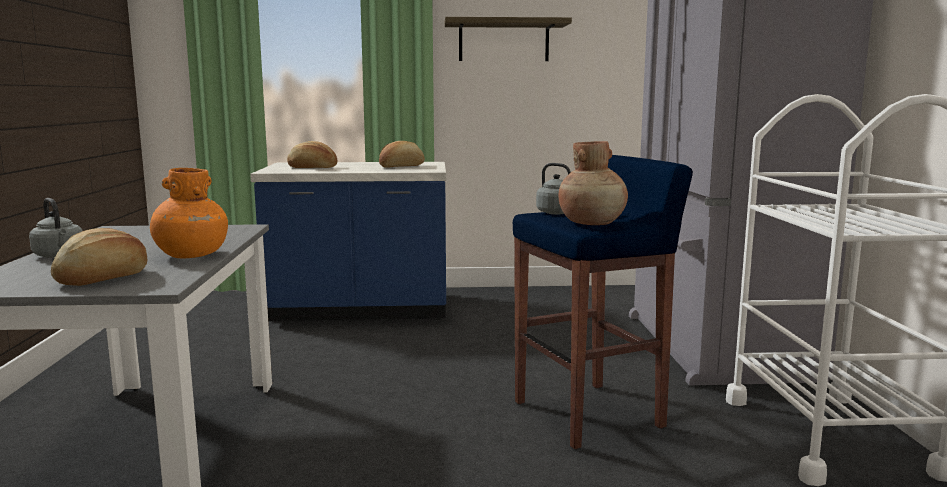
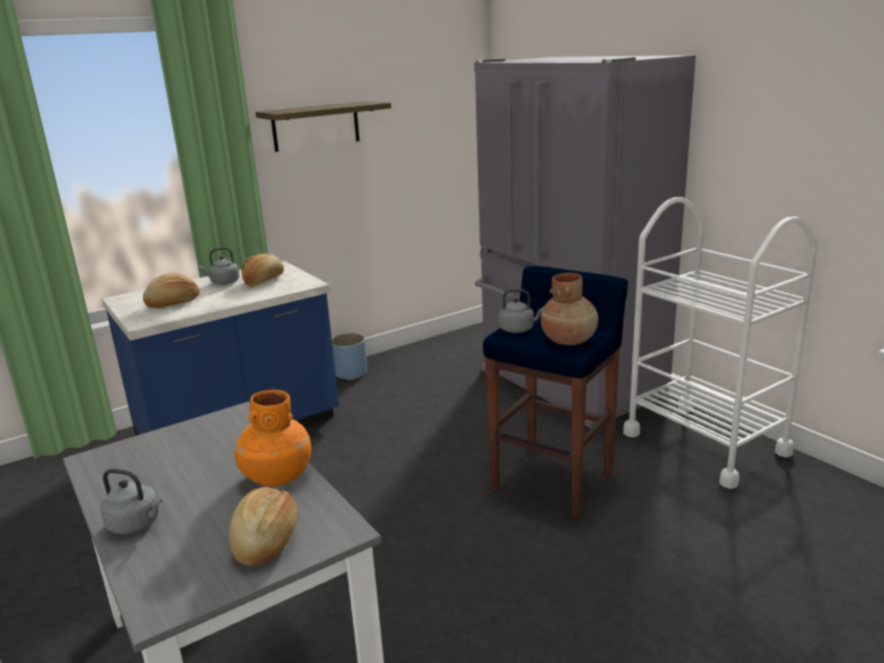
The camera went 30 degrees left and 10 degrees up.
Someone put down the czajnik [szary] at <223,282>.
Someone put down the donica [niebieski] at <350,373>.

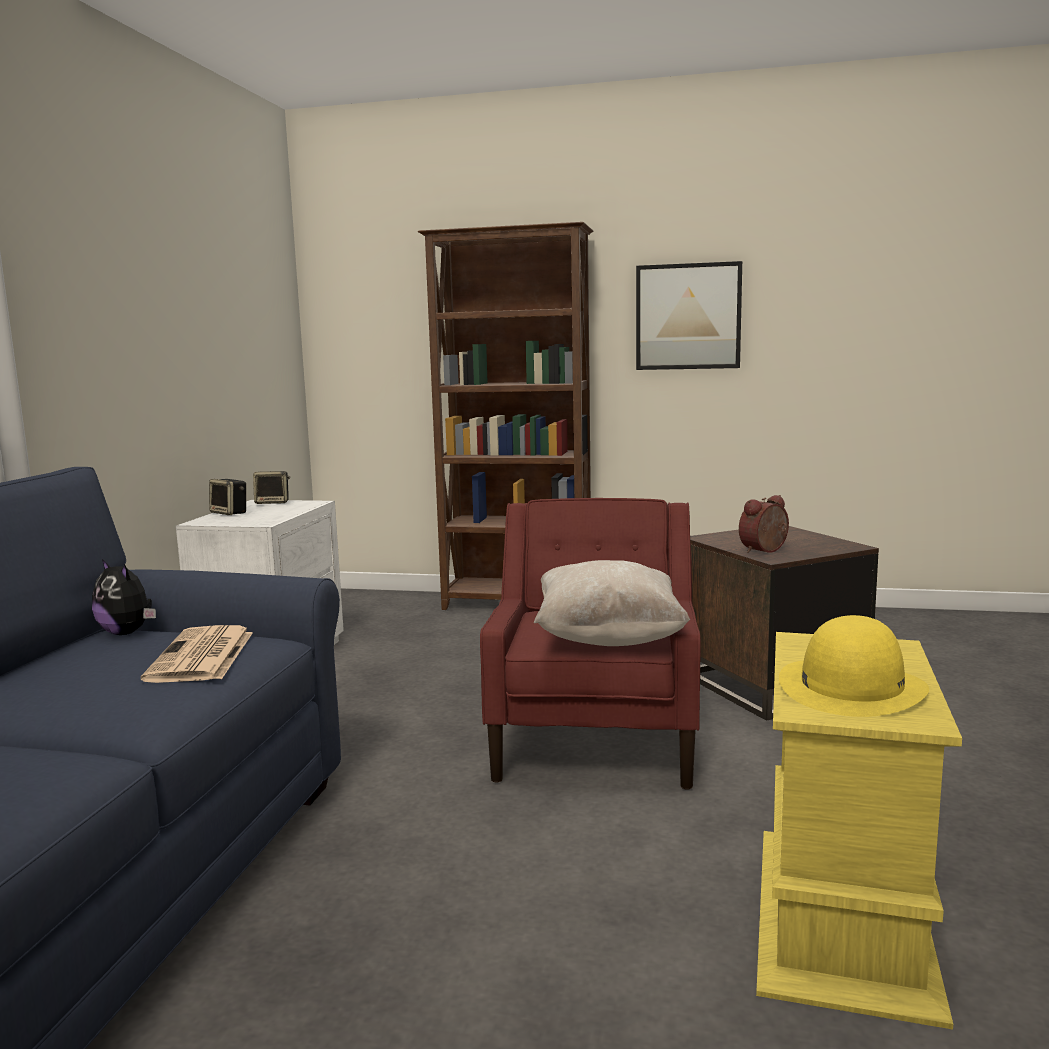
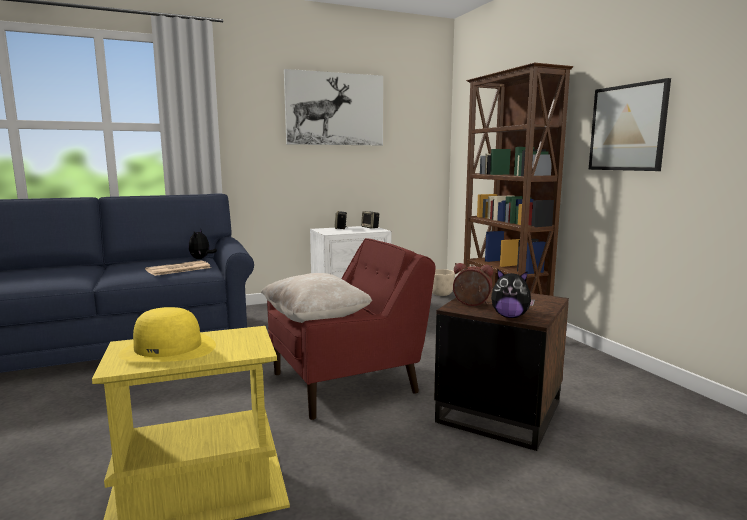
The camera went 55 degrees right and 0 degrees up.
Someone put up the obraz at <335,109>.
Someone put down the donica [beżowy] at <441,294>.
Someone put down the pluszak at <510,316>.

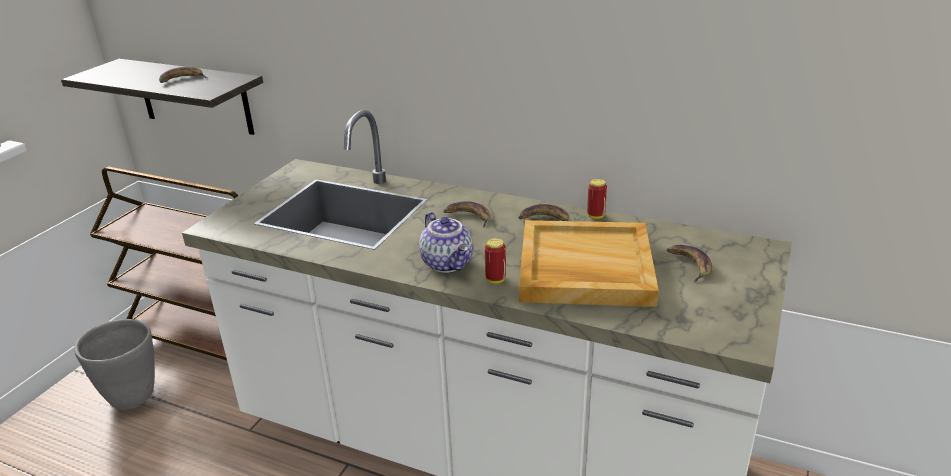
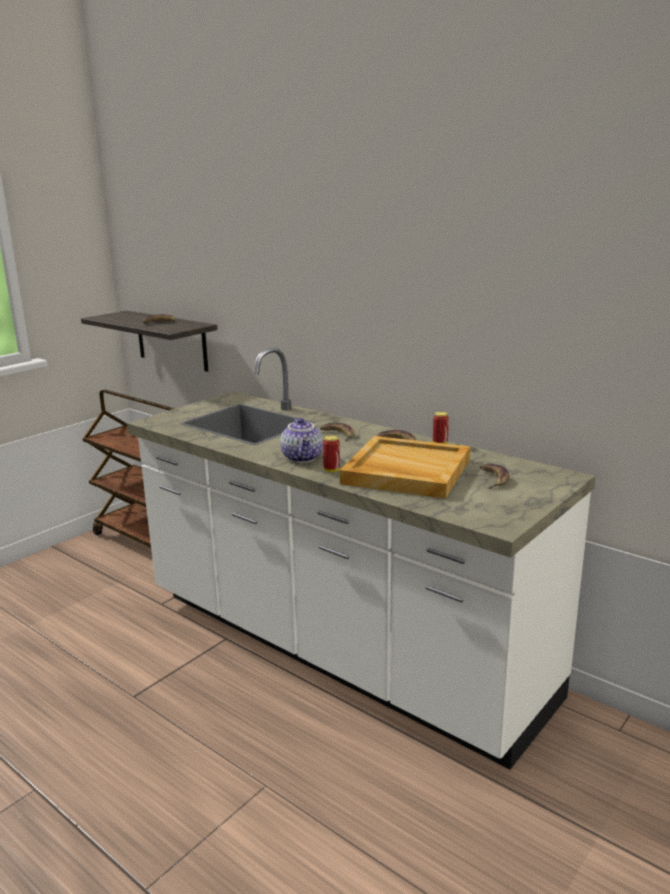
The camera went 15 degrees right and 10 degrees down.
Someone took away the donica [szary] at <132,396>.

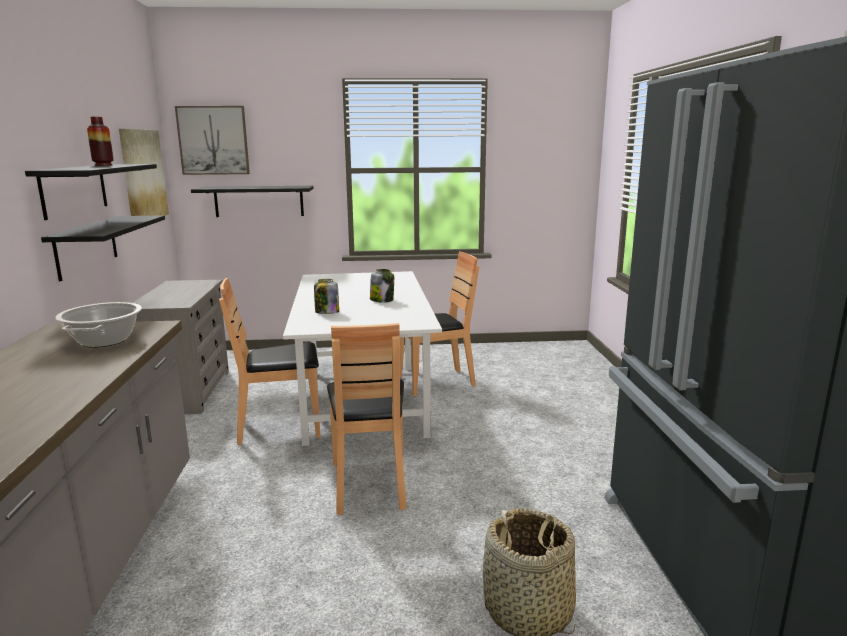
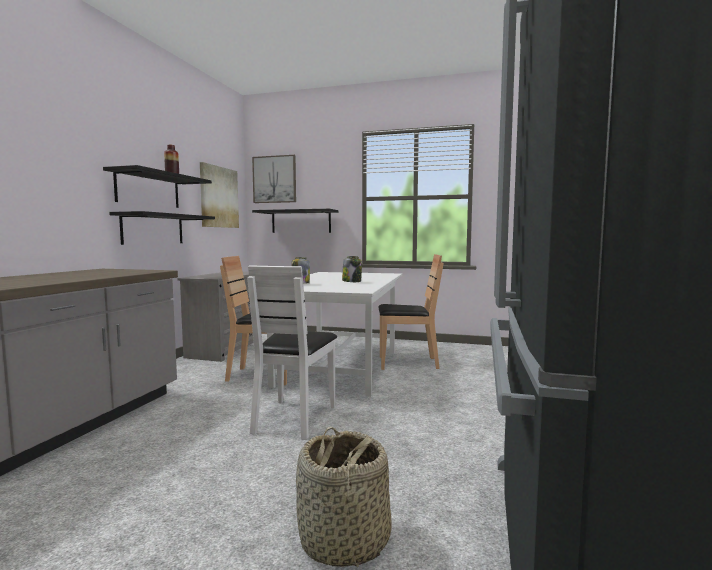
The camera went 20 degrees right and 10 degrees down.
Someone repainted the krzesło [brązowy] at <369,484>, which became the krzesło [biały] at <294,418>.
Someone took away the garnek at <104,341>.

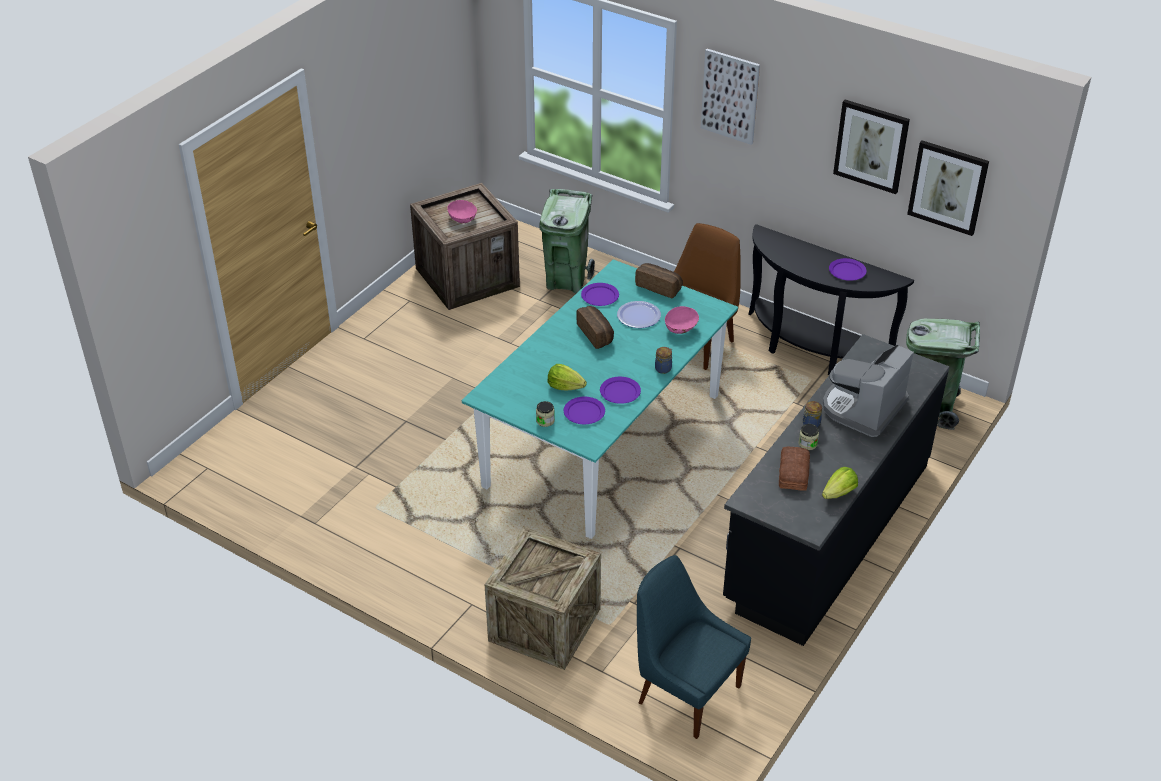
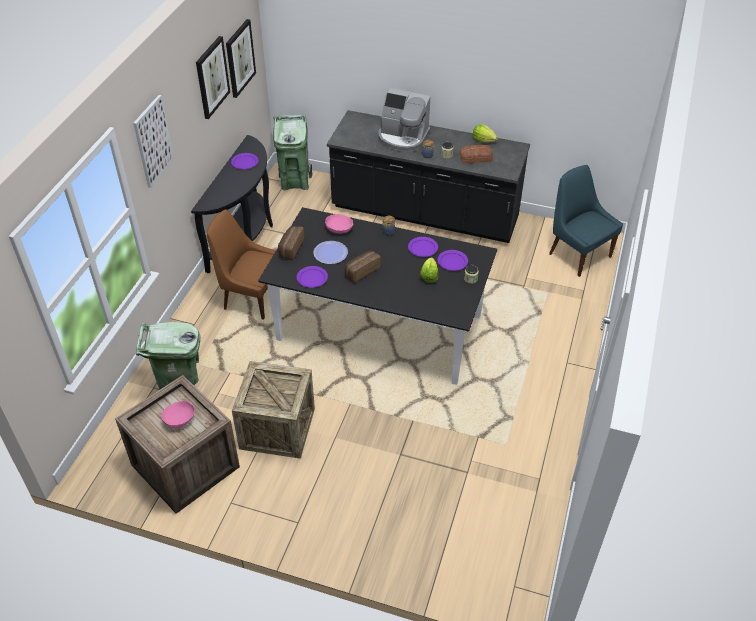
The camera went 105 degrees left and 5 degrees up.
Someone carried the skrzynka from <544,625> to <277,428>.
Someone repainted the stół jadalny [turkusowy] at <603,439>, which became the stół jadalny [czarny] at <379,328>.
Someone rotated the krzesło [niebieski] at <685,692> by 120 degrees clockwise.

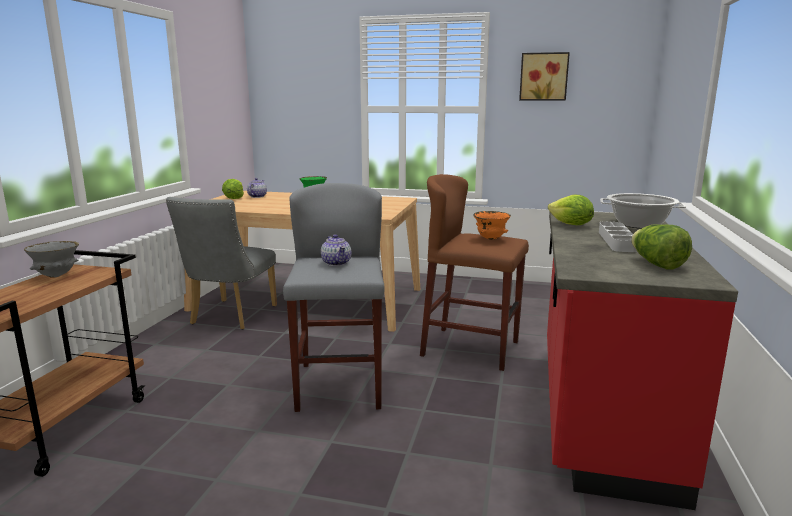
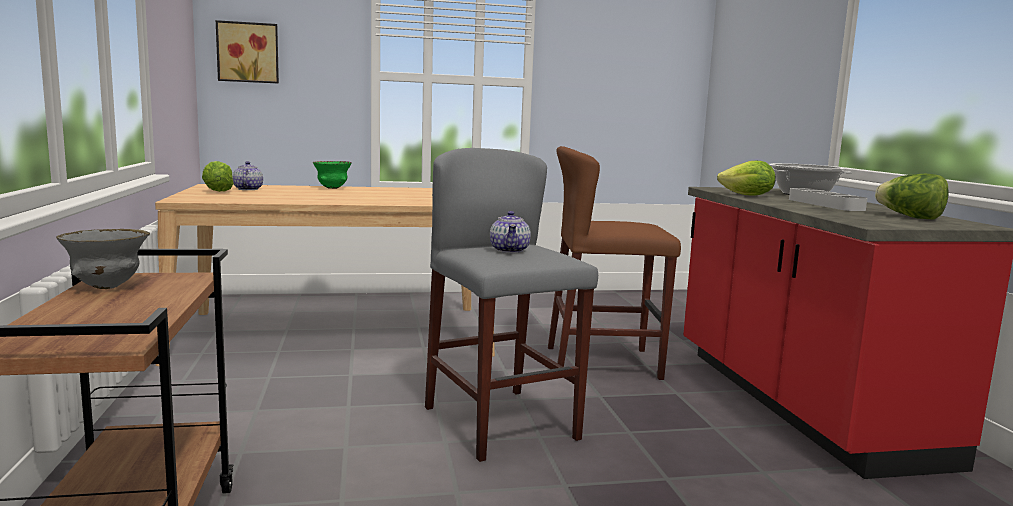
The camera went 25 degrees left and 5 degrees down.
Someone carried the obraz from <543,76> to <248,52>.
Someone rotated the imbryk at <336,263> by 45 degrees clockwise.
Someone took away the krzesło [szary] at <230,317>.
Someone took away the miska [pomarańczowy] at <490,239>.

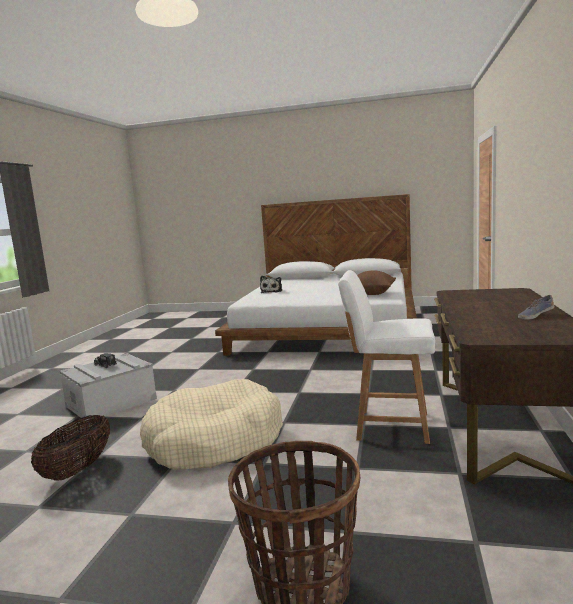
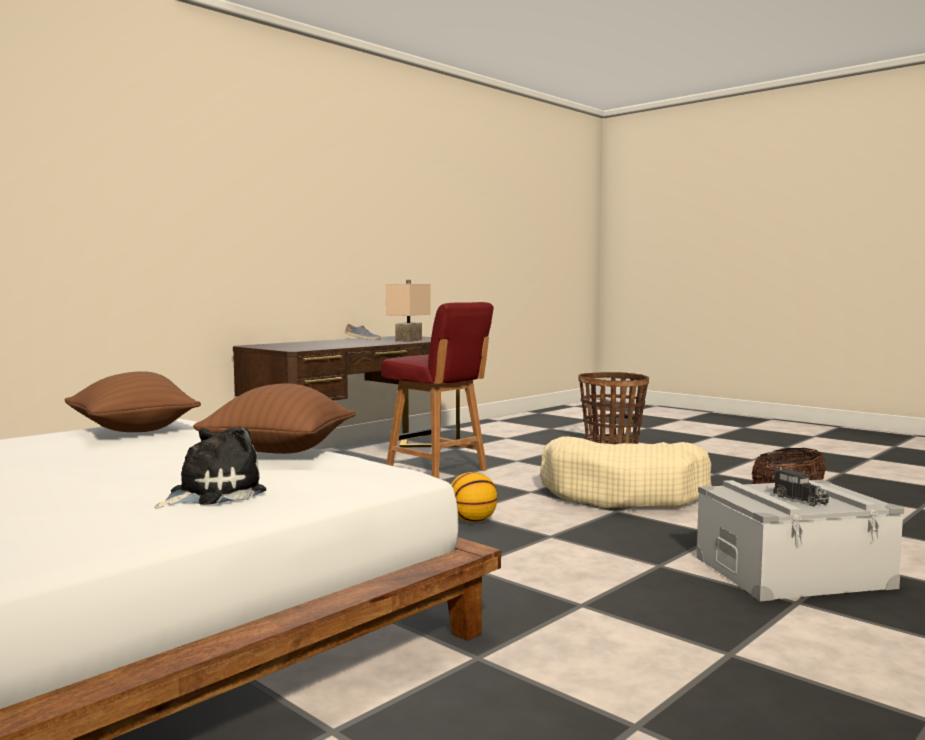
The camera went 150 degrees left and 5 degrees down.
Someone put down the poduszka [brązowy] at <279,453>.
Someone repainted the krzesło [biały] at <390,426>, which became the krzesło [czerwony] at <438,470>.
Someone put down the lampa stołowa [beżowy] at <409,340>.
Someone put down the piłka do koszykówki at <472,521>.

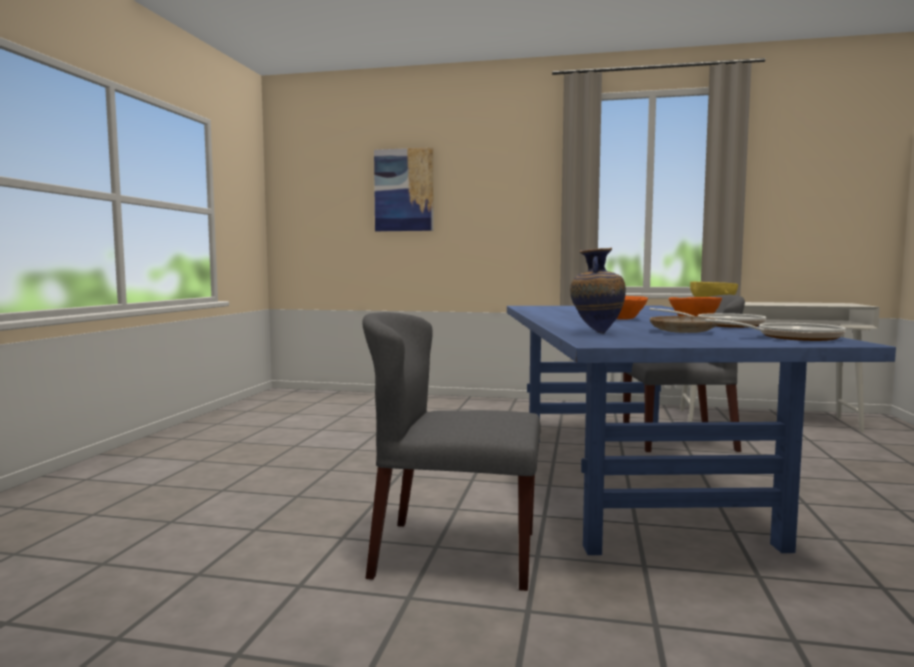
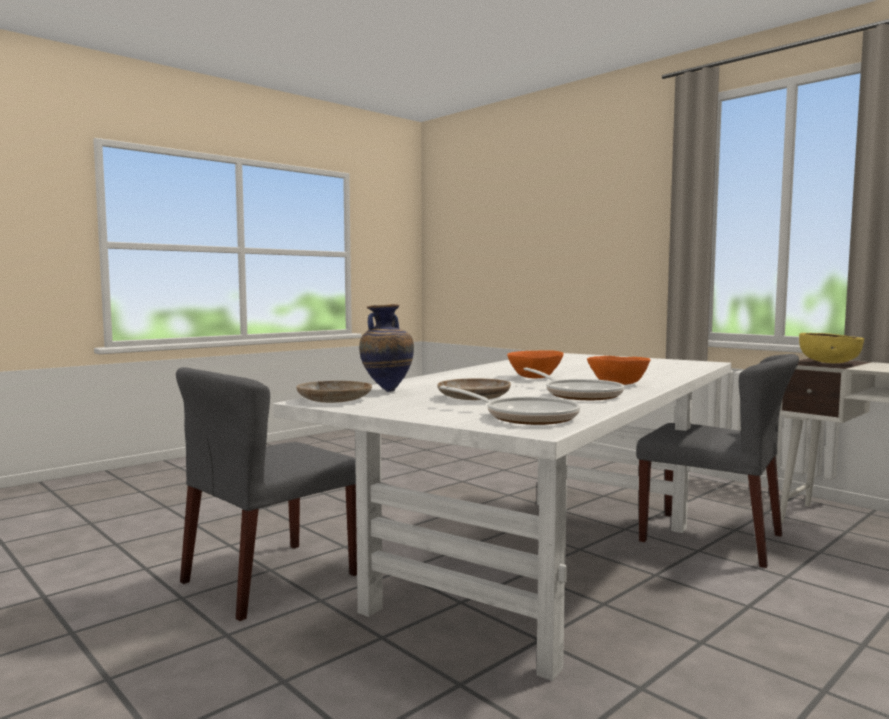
The camera went 35 degrees right and 0 degrees up.
Someone rotated the krzesło [szary] at <454,553> by 90 degrees counterclockwise.
Someone repainted the stół jadalny [niebieski] at <627,480>, which became the stół jadalny [biały] at <547,563>.
Someone put down the talerz [beżowy] at <334,400>.
Someone took away the obraz at <404,190>.

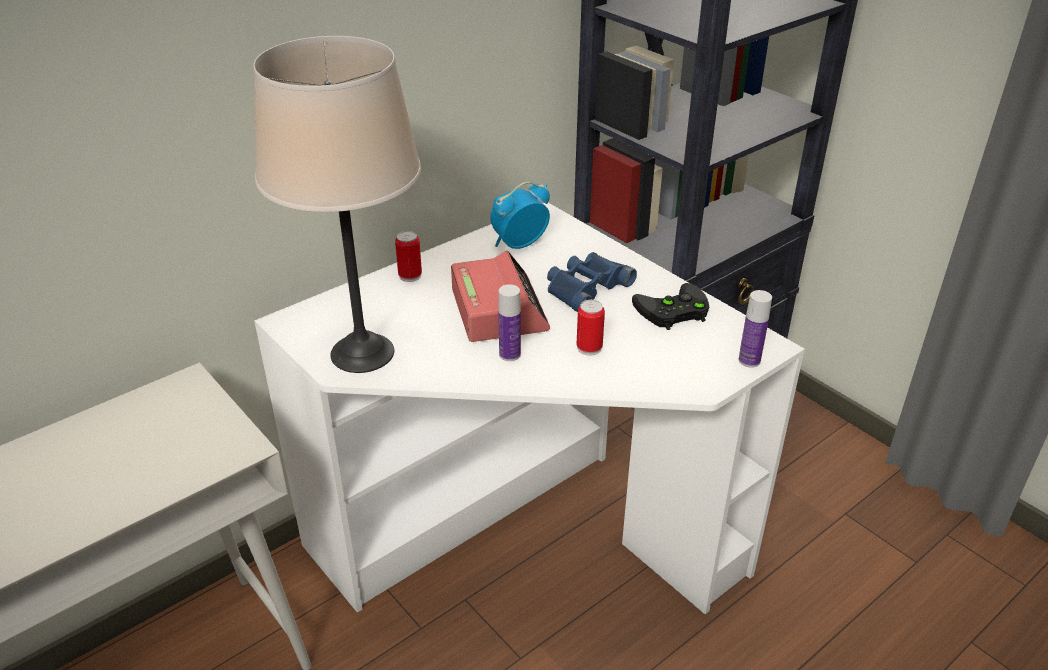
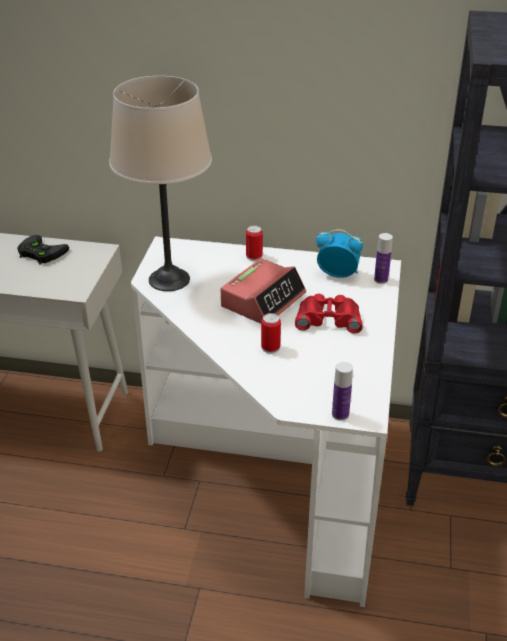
The camera went 50 degrees right and 0 degrees up.
Someone carried the pad do gier [czarny] from <671,312> to <40,252>.
Someone repainted the lornetka [niebieski] at <585,287>, which became the lornetka [czerwony] at <328,318>.
Someone carried the butelka from <510,354> to <381,280>.

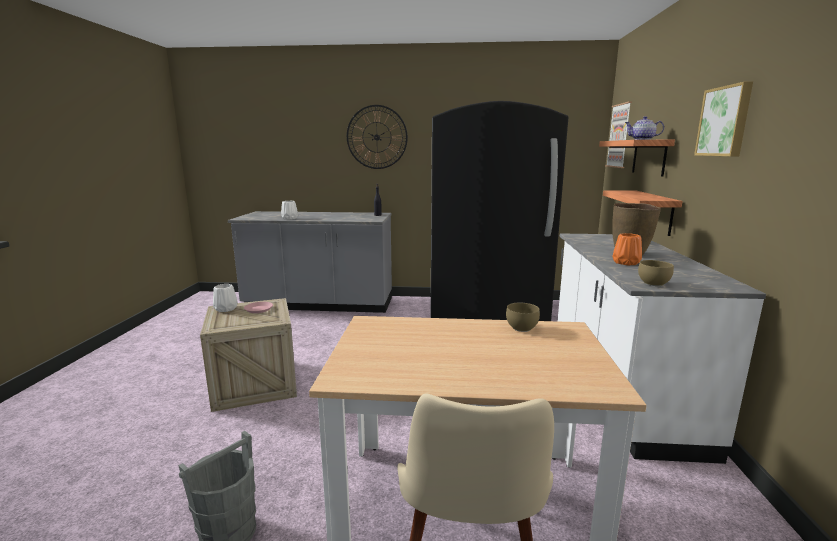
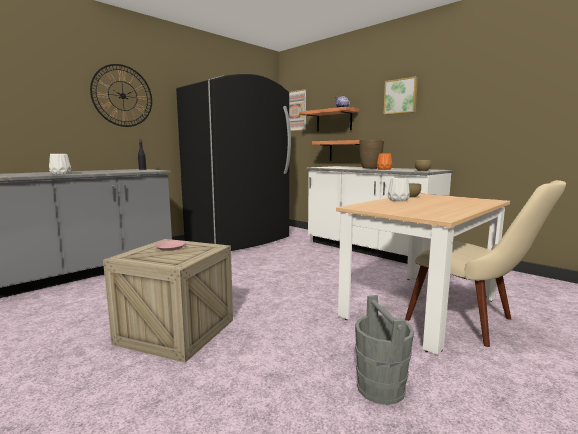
The camera went 50 degrees left and 5 degrees down.
Someone carried the wazon [biały] from <225,309> to <398,200>.

